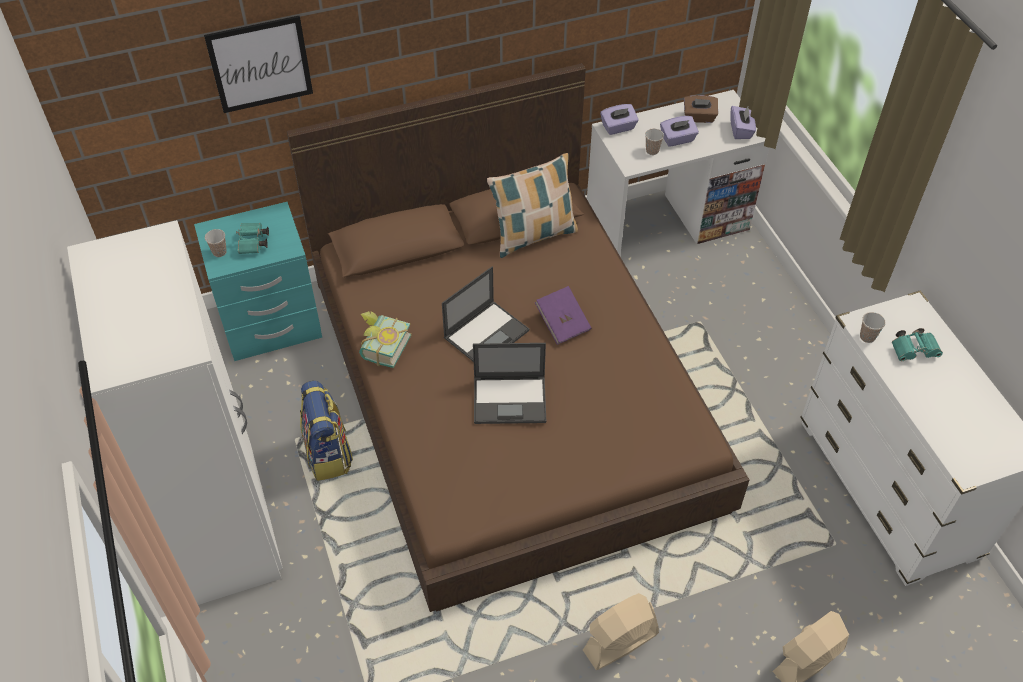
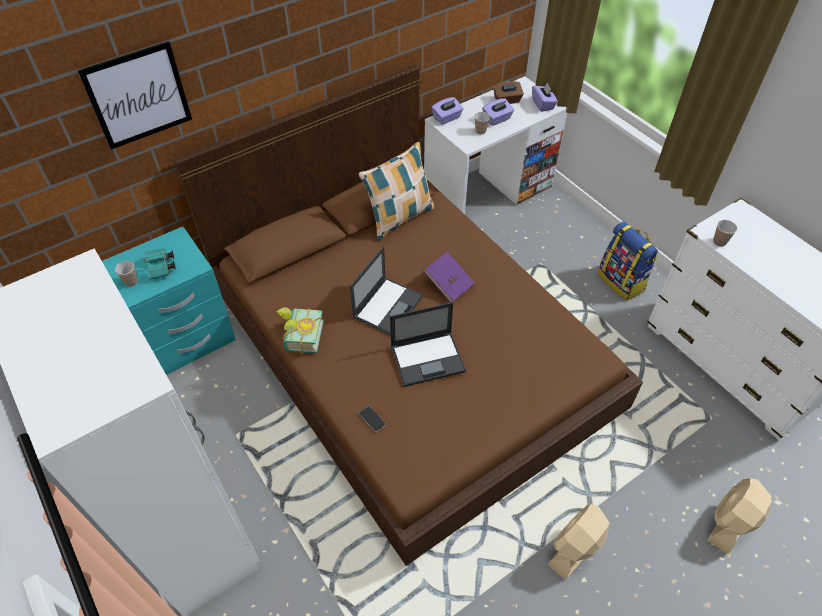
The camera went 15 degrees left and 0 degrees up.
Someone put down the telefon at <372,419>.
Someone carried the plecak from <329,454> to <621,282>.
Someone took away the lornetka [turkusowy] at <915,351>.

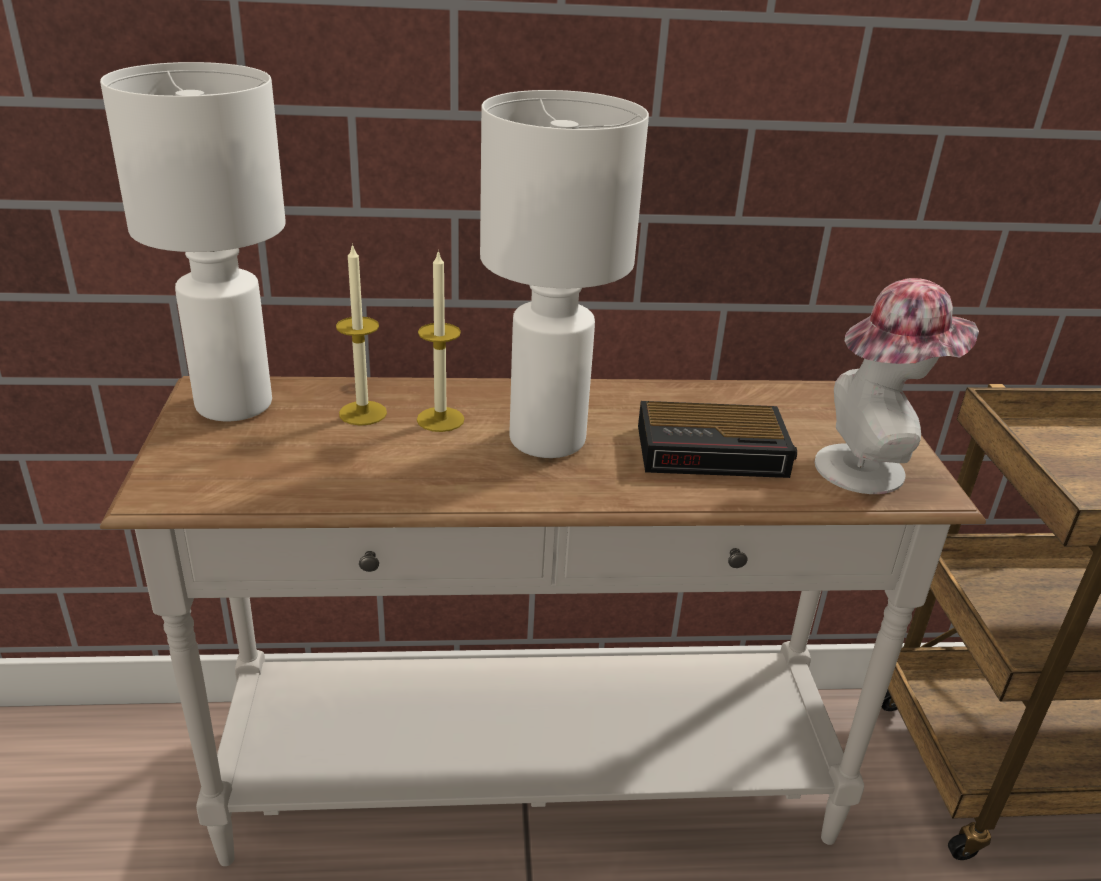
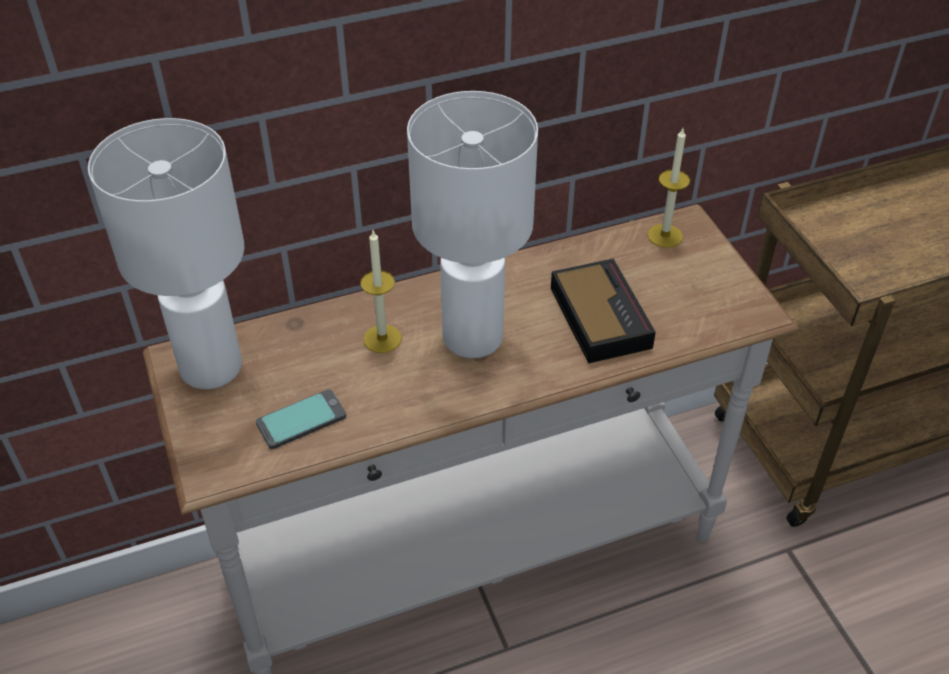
The camera went 15 degrees left and 15 degrees up.
Someone put down the telefon at <301,420>.
Someone rotated the budzik at <715,451> by 90 degrees counterclockwise.
Someone carried the świeca from <363,413> to <665,235>.
Someone took away the kapelusz at <871,468>.

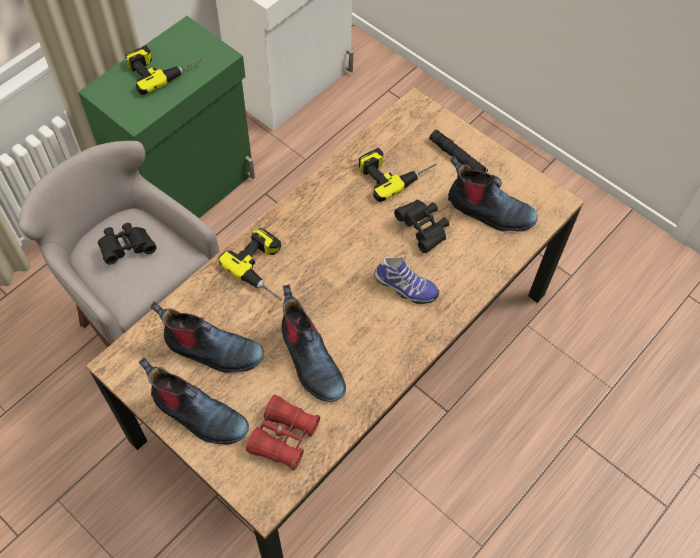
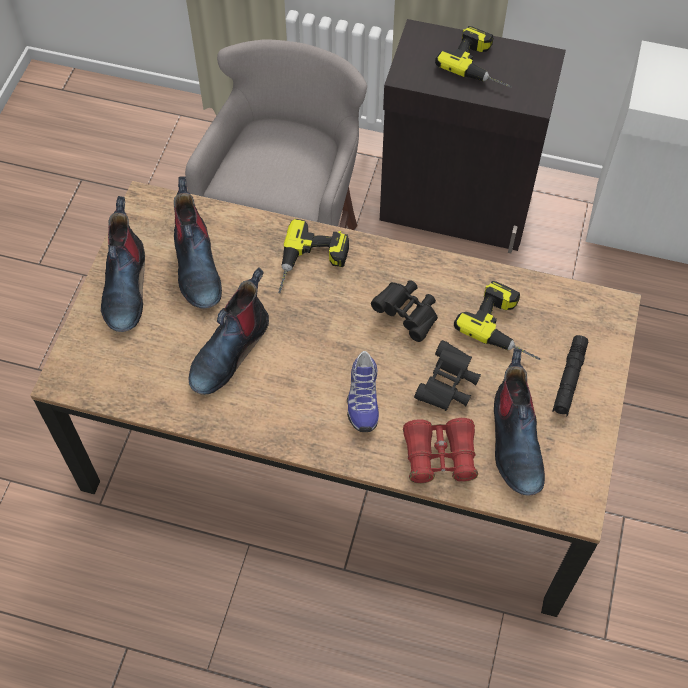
The camera went 65 degrees right and 0 degrees up.
Someone carried the lornetka [czarny] from <127,248> to <407,314>.
Someone repainted the szafka [zielony] at <189,191>, which became the szafka [czarny] at <457,208>.
Someone carried the lornetka [czerwony] from <283,437> to <439,456>.

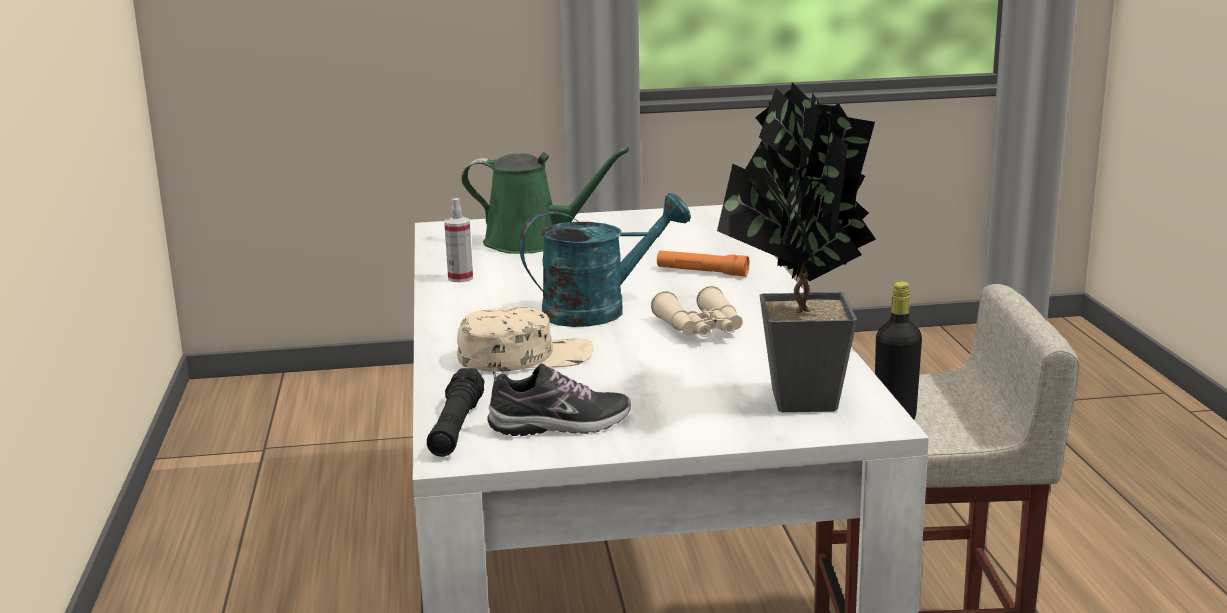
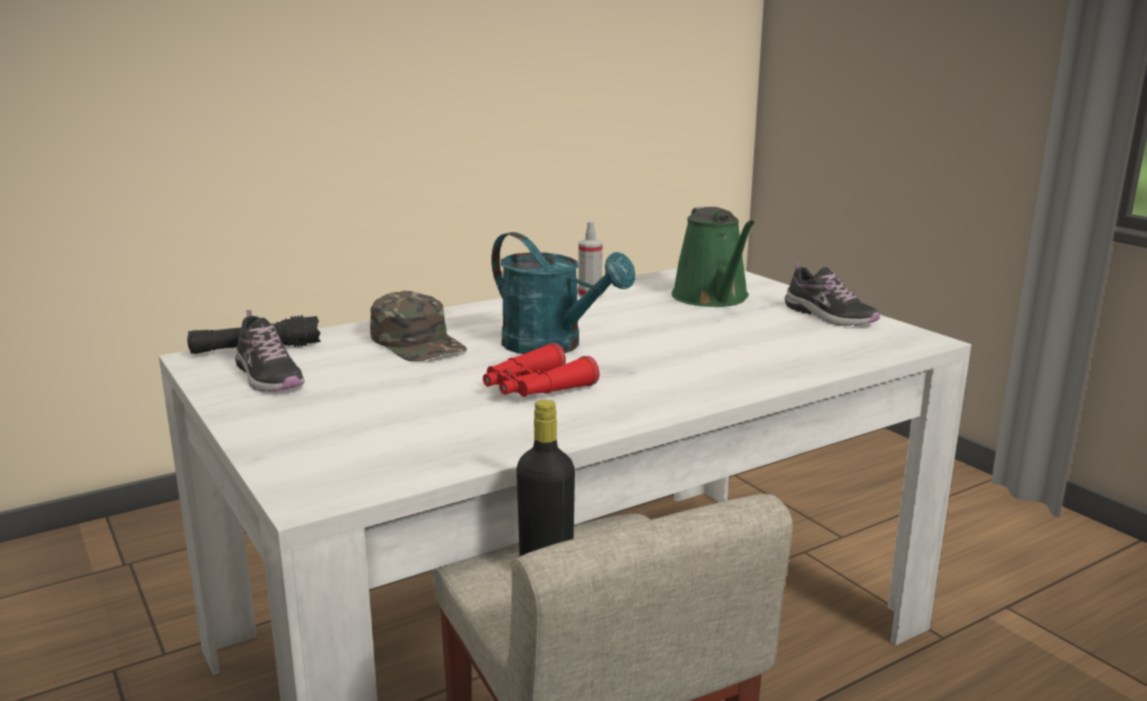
The camera went 65 degrees right and 0 degrees up.
Someone repainted the czapka z daszkiem [beżowy] at <525,356>, which became the czapka z daszkiem [zielony] at <418,342>.
Someone repainted the lornetka [beżowy] at <701,329>, which became the lornetka [czerwony] at <535,388>.
Someone put down the but at <829,316>.
Someone took away the latarka [pomarańczowy] at <702,272>.
Someone took away the roślina doniczkowa at <798,404>.

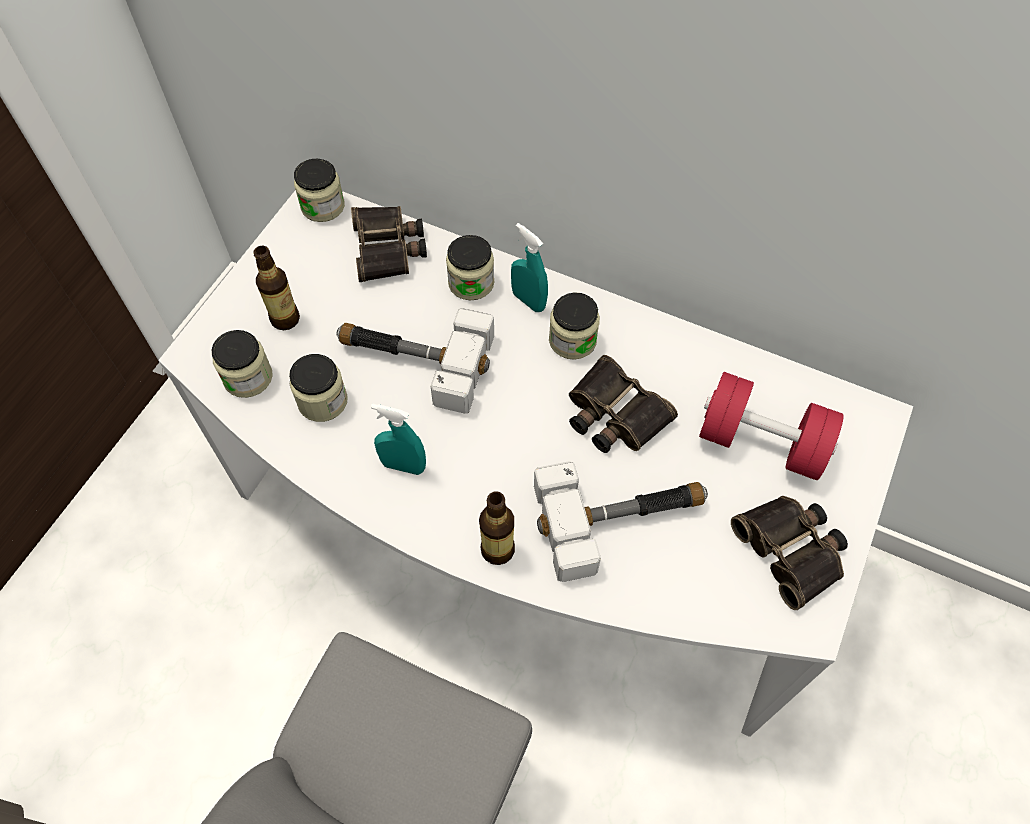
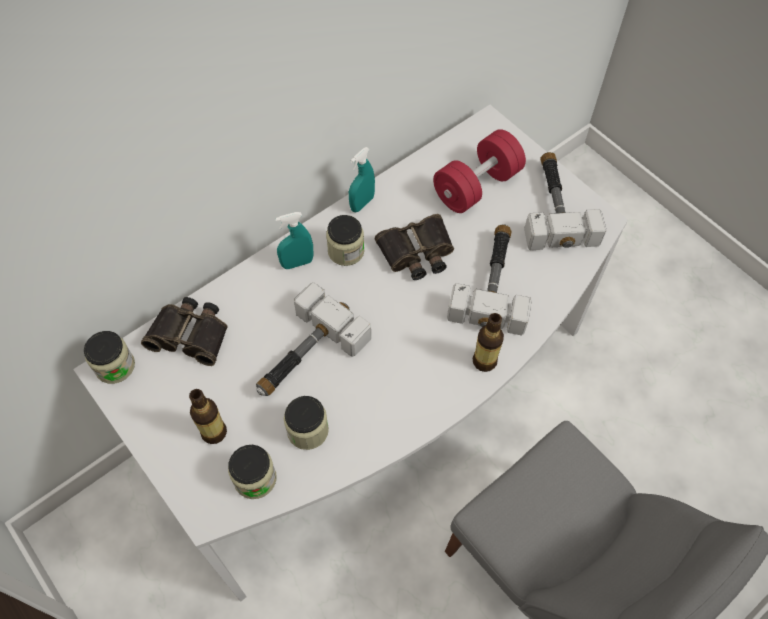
The camera went 65 degrees left and 0 degrees up.
Someone carried the spryskiwacz [turkusowy] from <403,466> to <362,203>.
Someone swapped the lornetka at <792,550> for the młotek at <554,206>.
Someone took away the słoik at <471,282>.

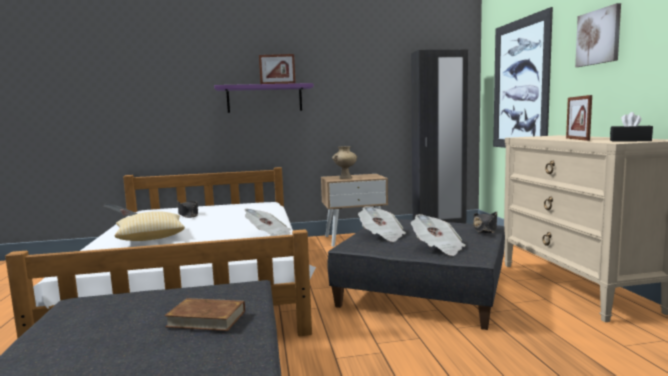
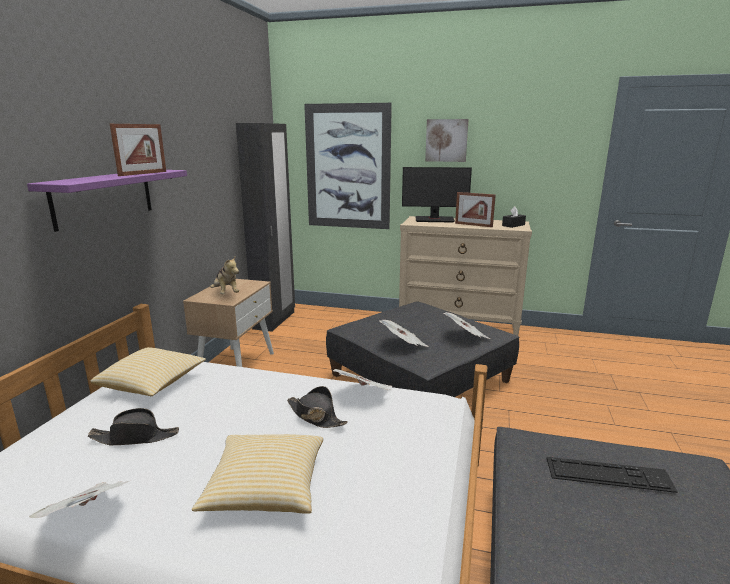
The camera went 65 degrees left and 10 degrees up.
Someone put down the poduszka at <152,384>.
Someone swapped the wazon [beżowy] at <345,177> for the pluszak at <226,293>.
Someone carried the kapelusz [czarny] from <485,229> to <315,416>.
Someone put down the monitor at <434,219>.
Someone swapped the książka [brązowy] at <206,318> for the klawiatura at <608,475>.

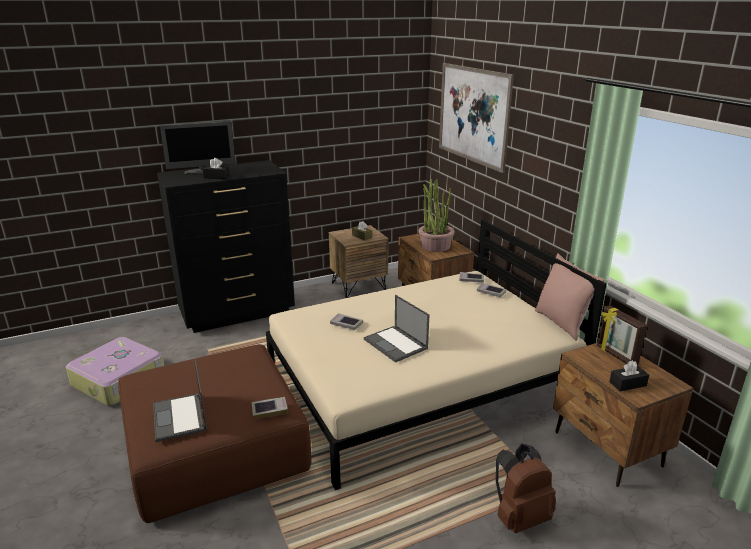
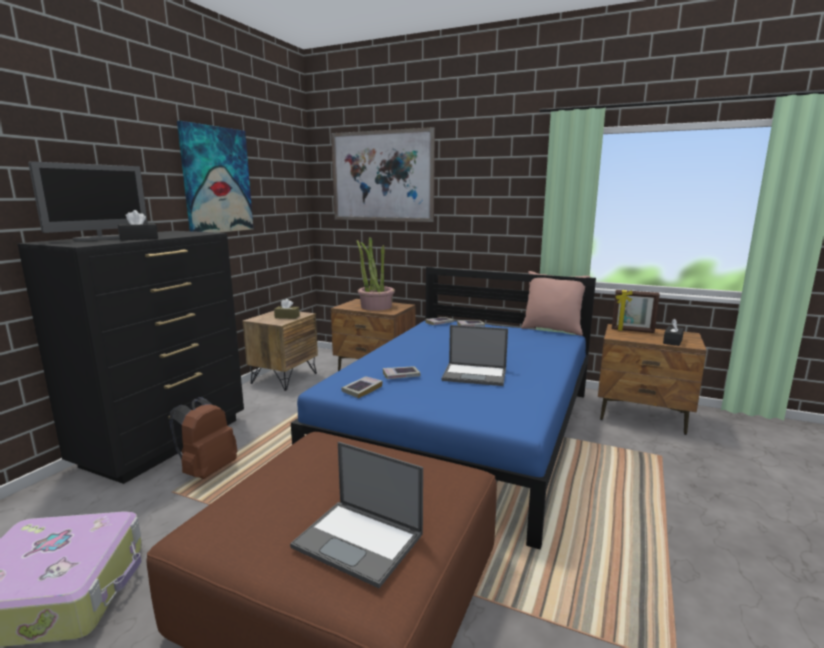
The camera went 40 degrees left and 10 degrees down.
Someone carried the plecak [brązowy] from <519,517> to <207,471>.
Someone put up the obraz at <217,180>.
Someone repainted the łóżko [beżowy] at <420,387>, which became the łóżko [niebieski] at <464,431>.
Someone carried the książka from <269,410> to <362,390>.

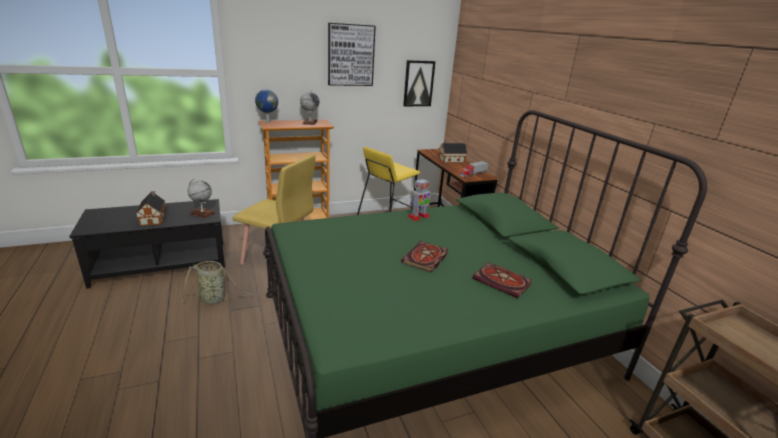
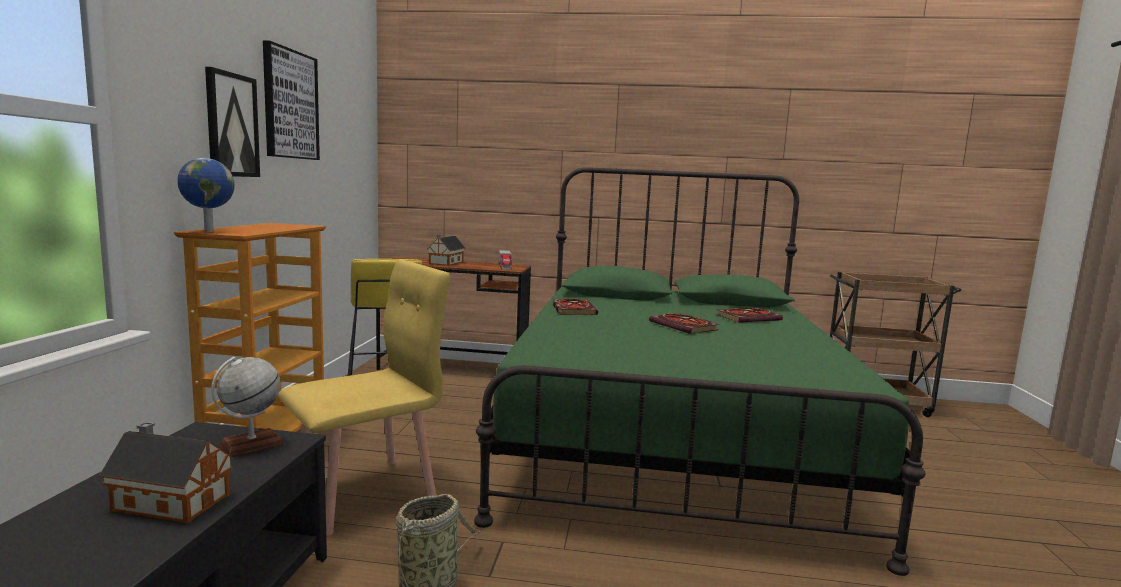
The camera went 60 degrees left and 15 degrees down.
Someone carried the obraz from <418,83> to <231,125>.
Someone swapped the robot zabawkowy at <418,216> for the książka at <572,309>.
Someone took away the globus at <310,122>.

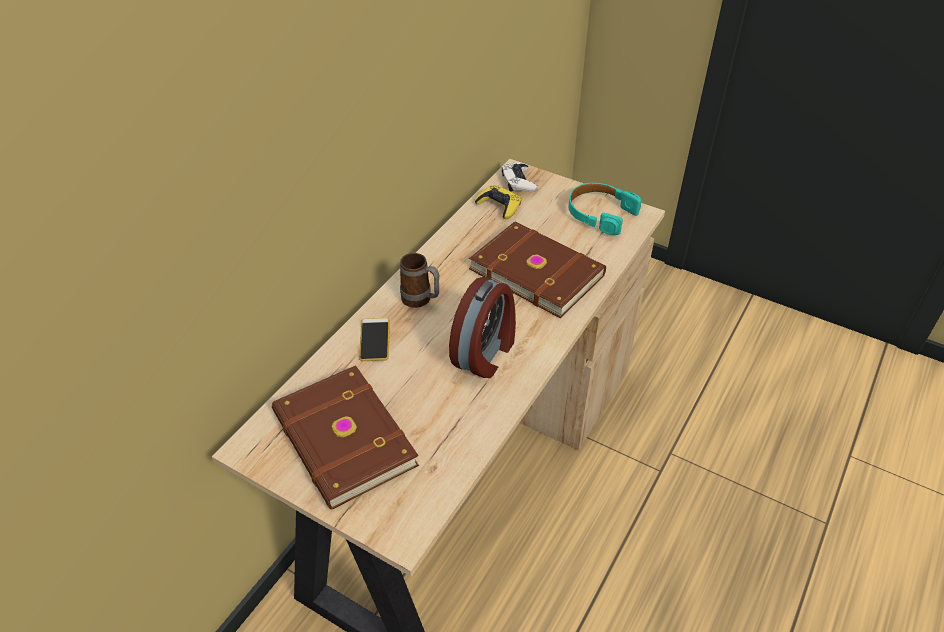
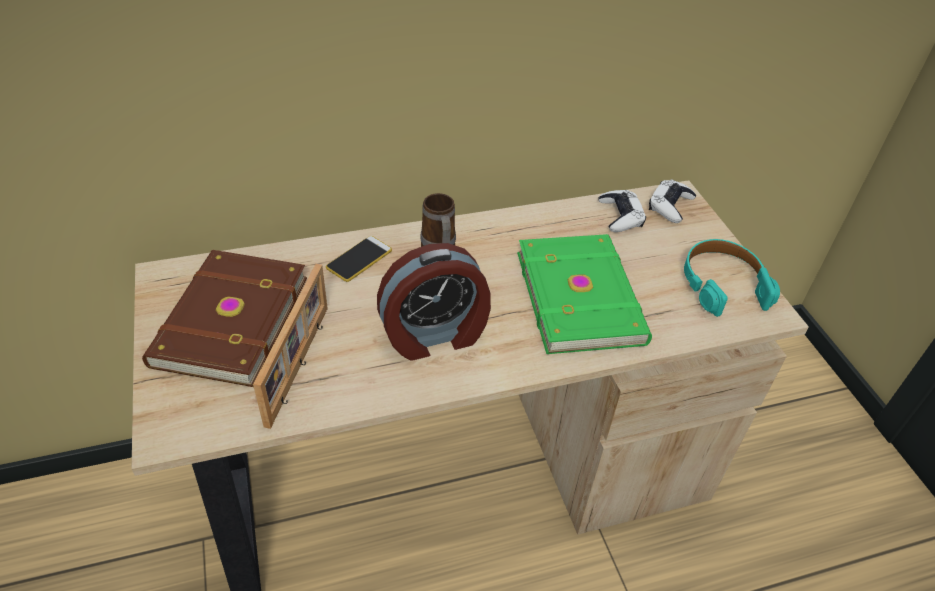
The camera went 40 degrees right and 0 degrees up.
Someone put down the ramka na zdjęcie at <300,364>.
Someone repainted the książka [brązowy] at <537,271>, which became the książka [zielony] at <582,296>.
Someone repainted the pad do gier [żółty] at <499,206>, which became the pad do gier [biały] at <620,216>.

